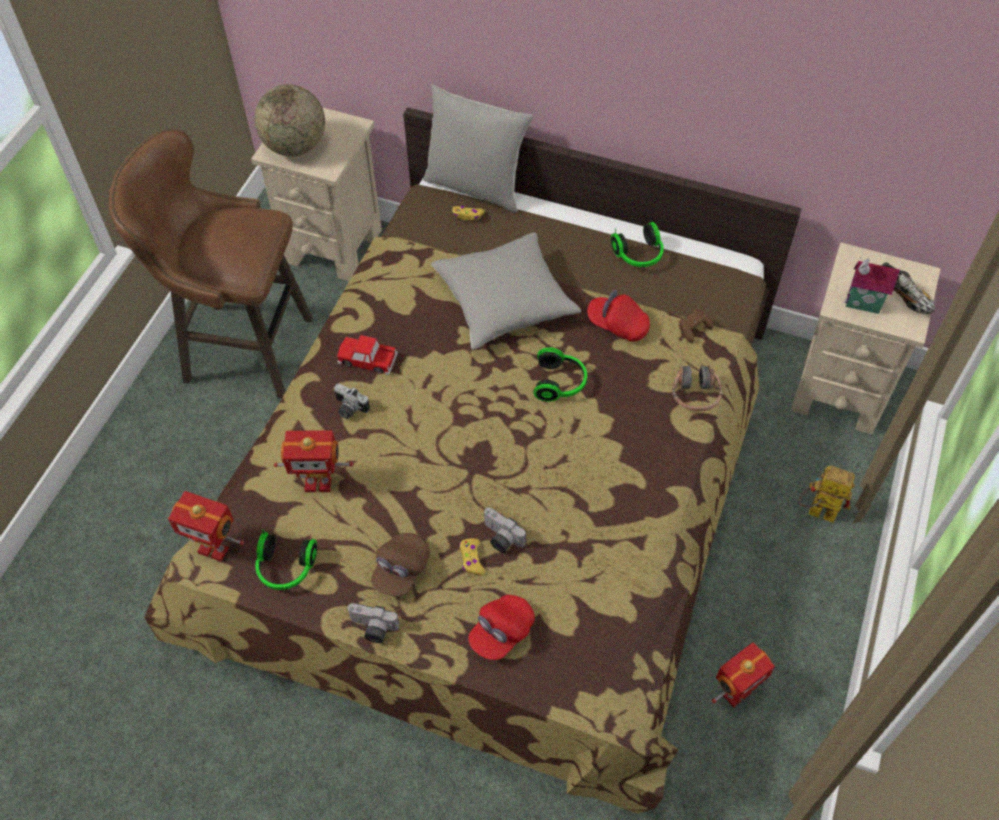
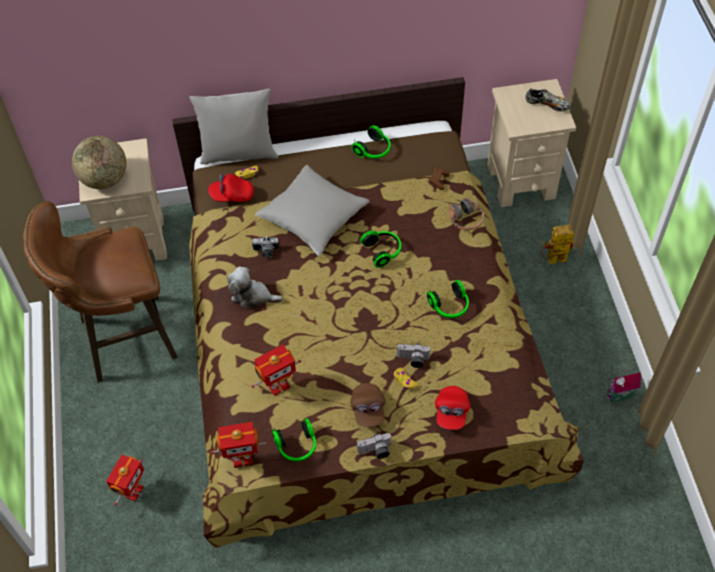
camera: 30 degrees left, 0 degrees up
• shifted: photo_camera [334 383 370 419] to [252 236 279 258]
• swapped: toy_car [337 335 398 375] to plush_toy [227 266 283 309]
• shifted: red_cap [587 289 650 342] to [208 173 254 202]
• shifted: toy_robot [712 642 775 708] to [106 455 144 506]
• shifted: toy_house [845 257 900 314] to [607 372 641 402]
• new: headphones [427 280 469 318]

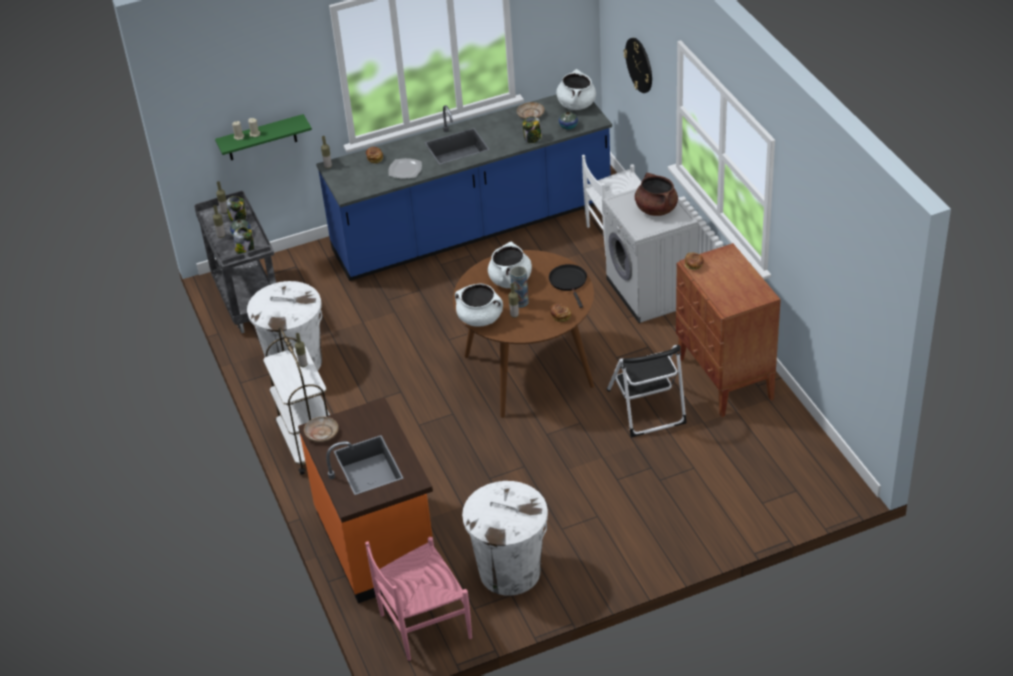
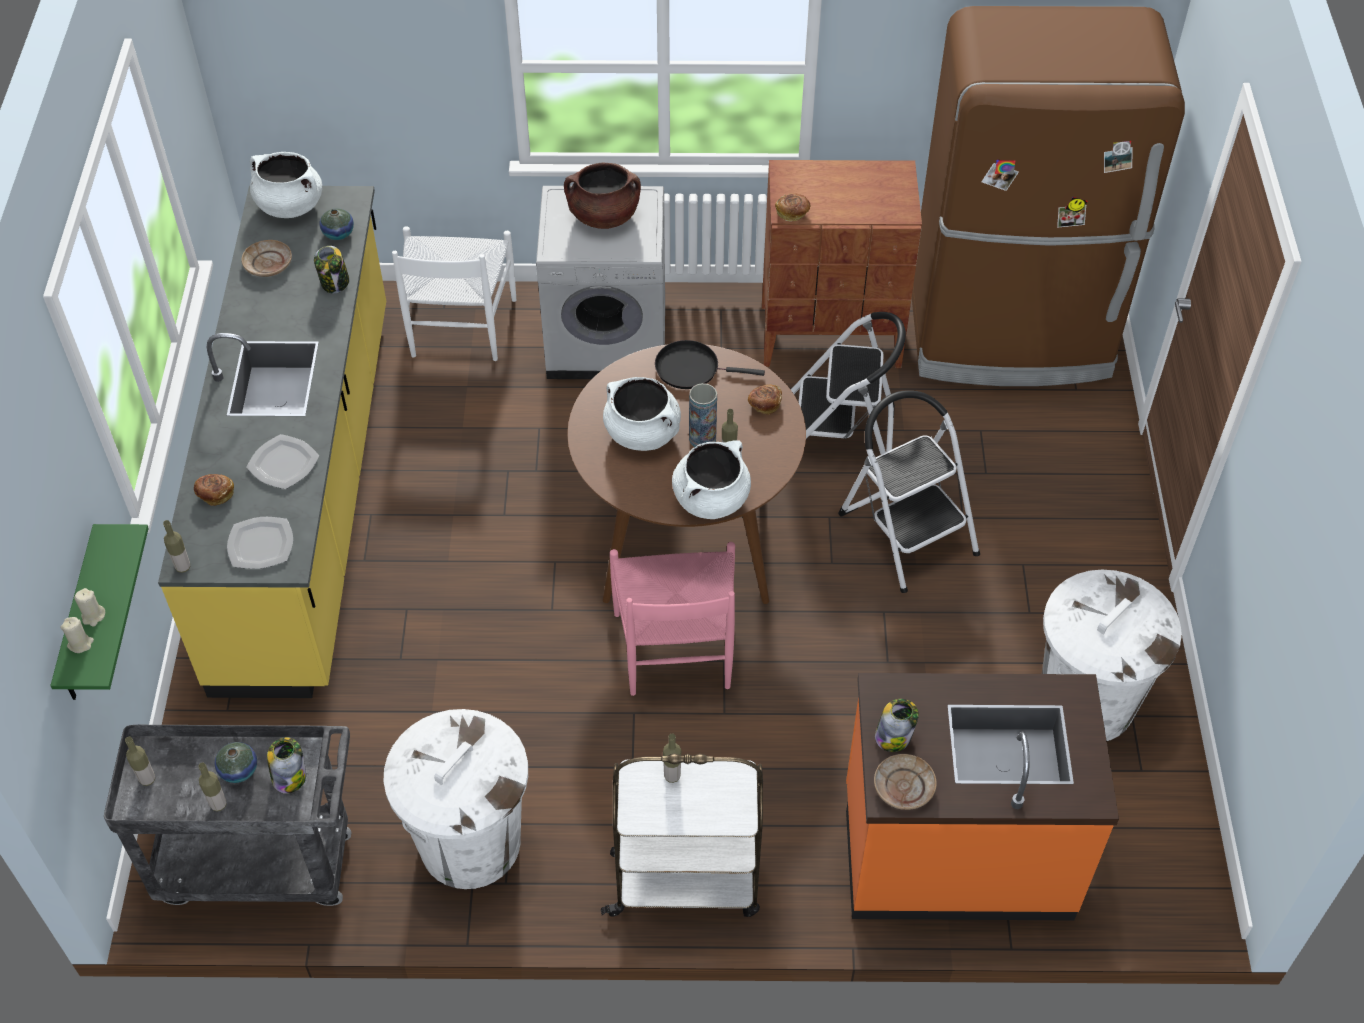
camera: 70 degrees left, 10 degrees up
• shifted: jar [226 196 247 222] to [875 699 919 752]
• repainted: blue_counter [316 94 612 281] to yellow_counter [158 185 386 698]
• shifted: pink_chair [365 537 472 661] to [610 542 735 696]
• gone: wall_clock [624 38 652 93]
• new: plate [227 517 293 569]
• new: step_ladder [838 390 980 593]
• new: brown_fridge [912 6 1185 386]

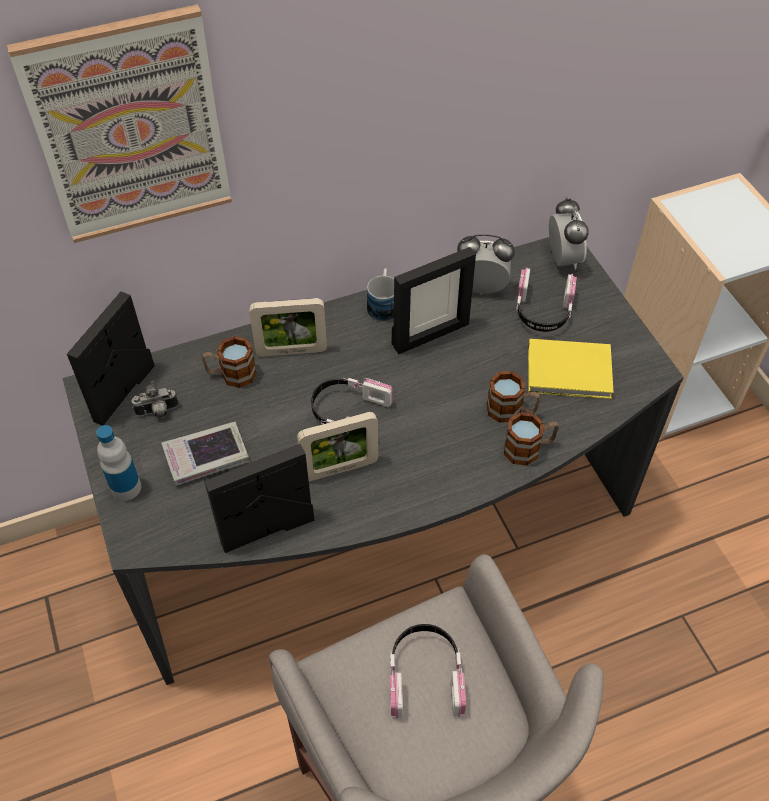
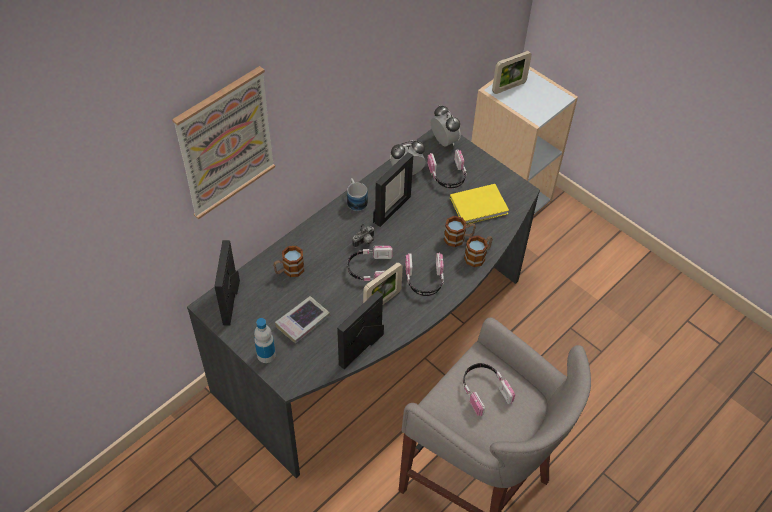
camera: 25 degrees left, 0 degrees up
• shifted: photo_camera [131 381 179 418] to [352 224 375 248]
• shifted: picture_frame [249 298 327 357] to [492 51 532 94]
• new: headphones [405 252 444 296]

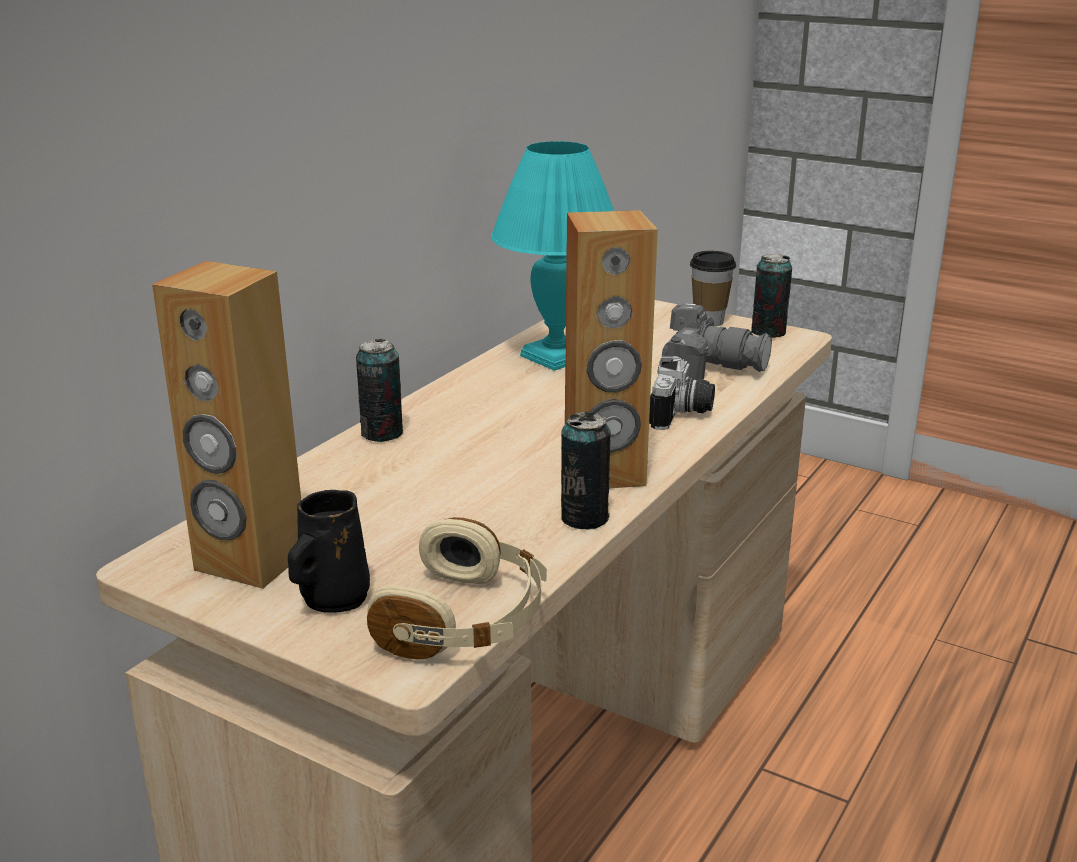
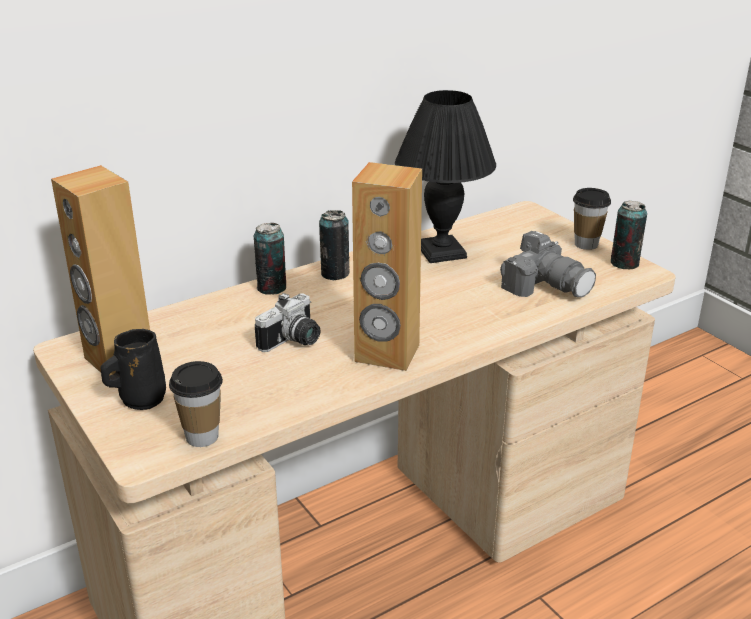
camera: 25 degrees right, 5 degrees up
• swapped: beige_headphones [367 517 547 660] to cup [169 361 223 447]
• repainted: turquoise_table_lamp [491 141 614 371] to black_table_lamp [395 90 496 263]
• shifted: can [561 412 611 530] to [319 210 350 281]
• shifted: photo_camera [649 356 715 430] to [255 293 320 352]

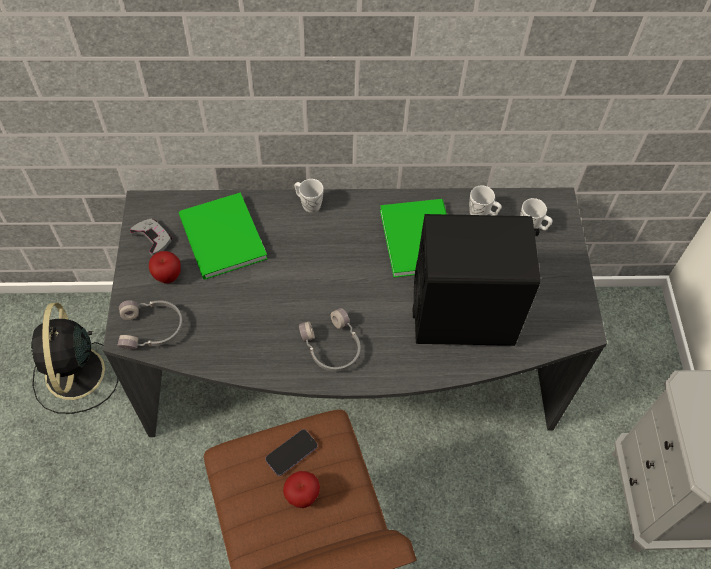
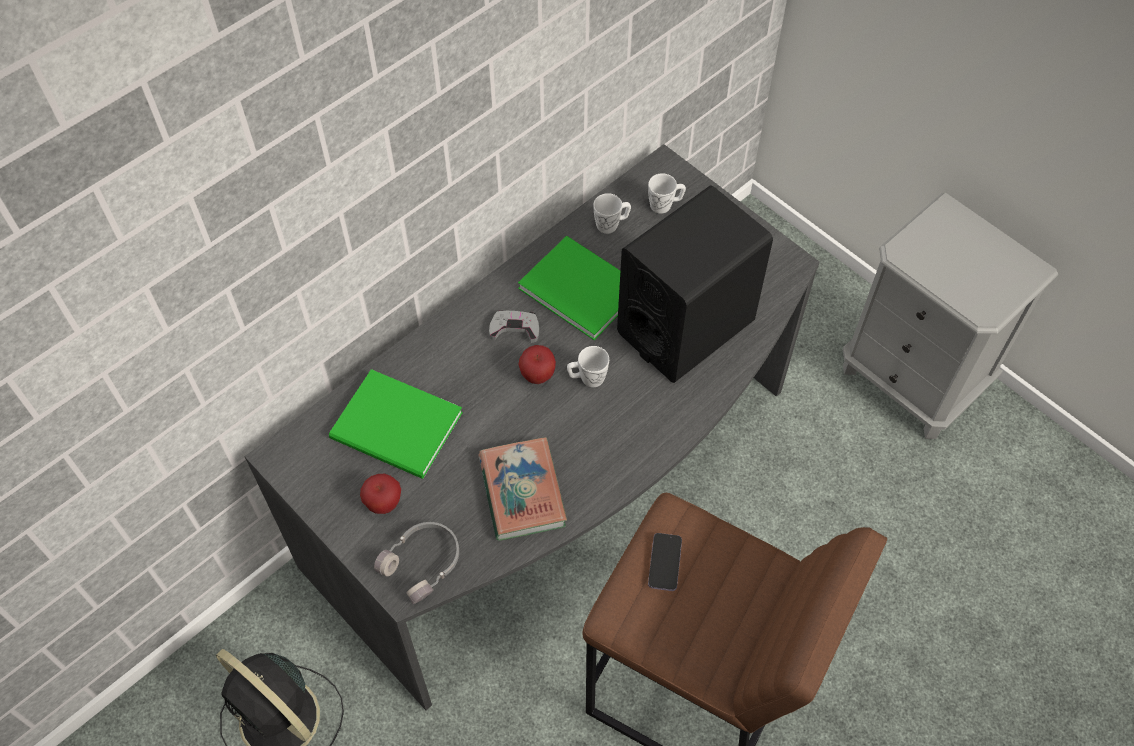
camera: 40 degrees left, 0 degrees up
• shifted: grey_game_controller [130 219 172 256] to [489 310 539 343]
• shifted: apple [283 471 320 508] to [518 345 556 384]
• shifted: white_mug [294 179 324 213] to [567 346 609 387]
• gone: grey_headphones [299 308 360 372]
• new: book [479 437 567 541]

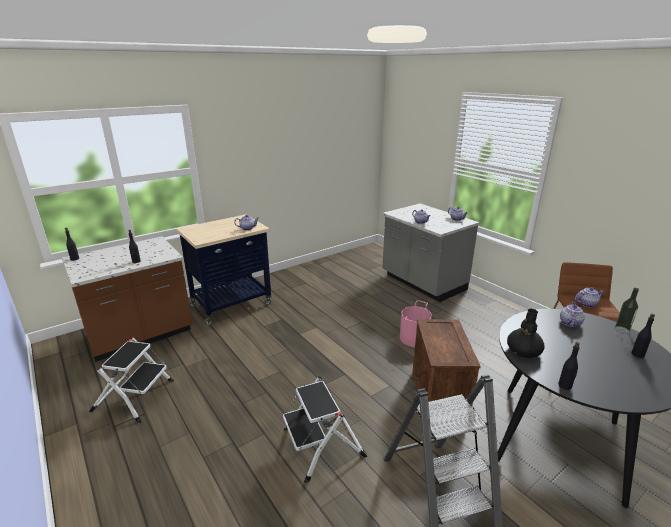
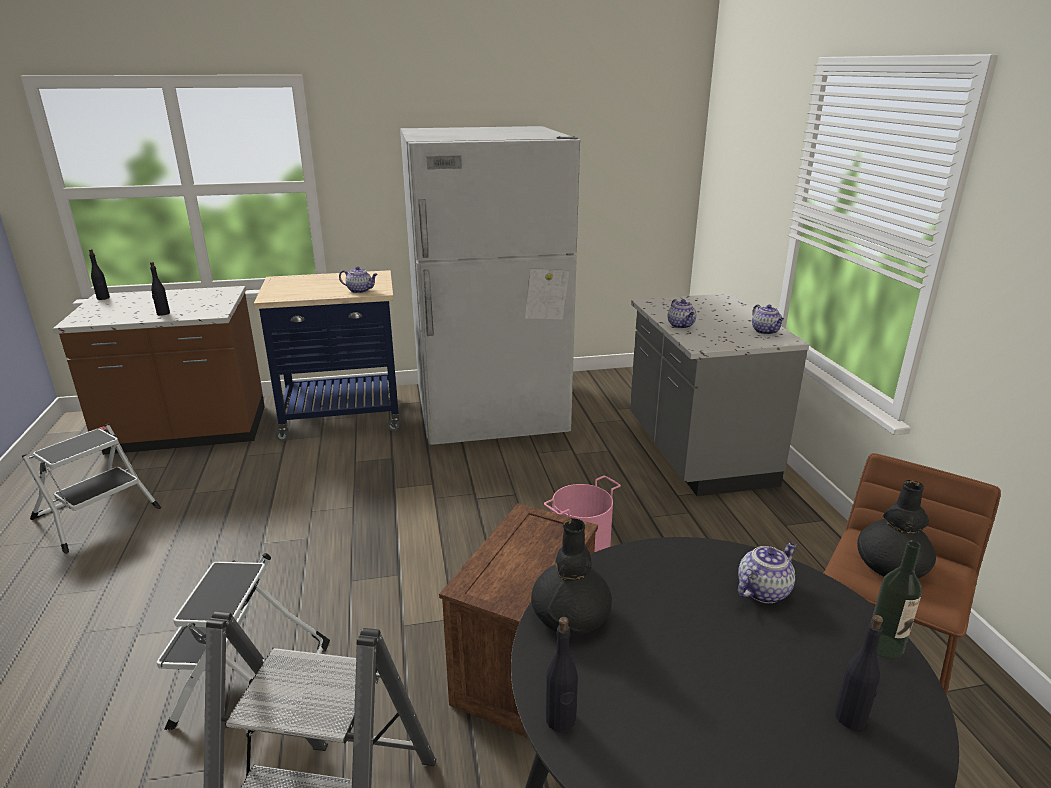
camera: 25 degrees right, 0 degrees up
• swapped: teapot [575 287 604 307] to black_vase [857 480 936 578]
• new: white_fridge [400 126 580 445]

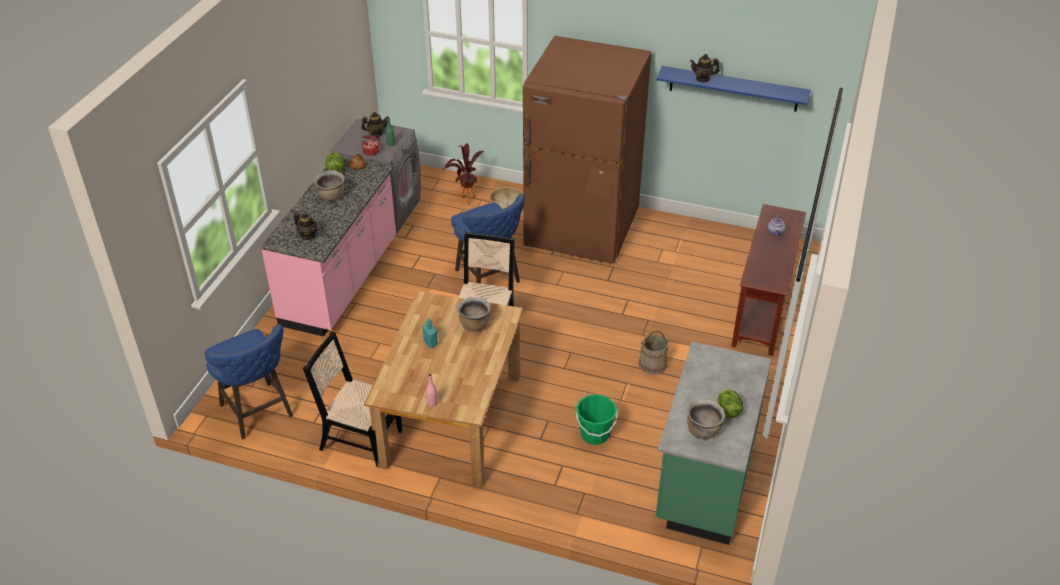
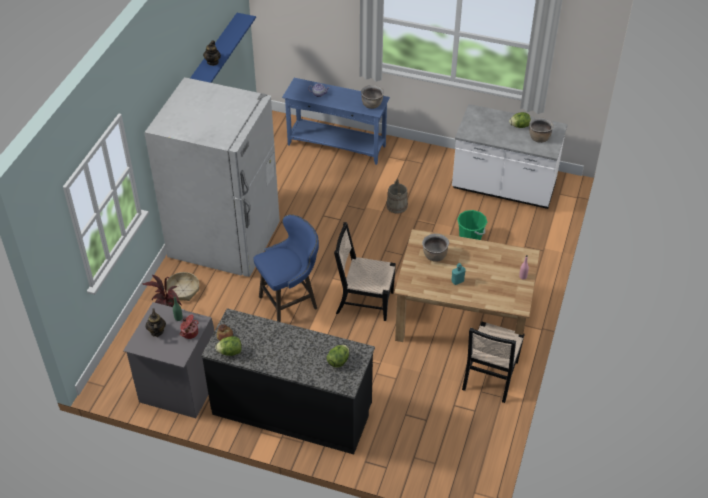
camera: 90 degrees left, 5 degrees up
• gone: blue_stool [204 324 293 440]
• repainted: pink_counter [261 156 396 337] to black_counter [201 308 375 454]
• swapped: teapot [294 212 318 240] to lettuce [326 345 349 368]
• shifted: brown_cooking_pot [314 170 345 201] to [361 85 384 109]
• repainted: brown_fridge [523 36 651 264] to white_fridge [144 77 280 277]
• repainted: green_counter [656 341 772 545] to white_counter [452 104 568 209]
• repainted: brown_console_table [731 204 806 356] to blue_console_table [282 78 390 165]

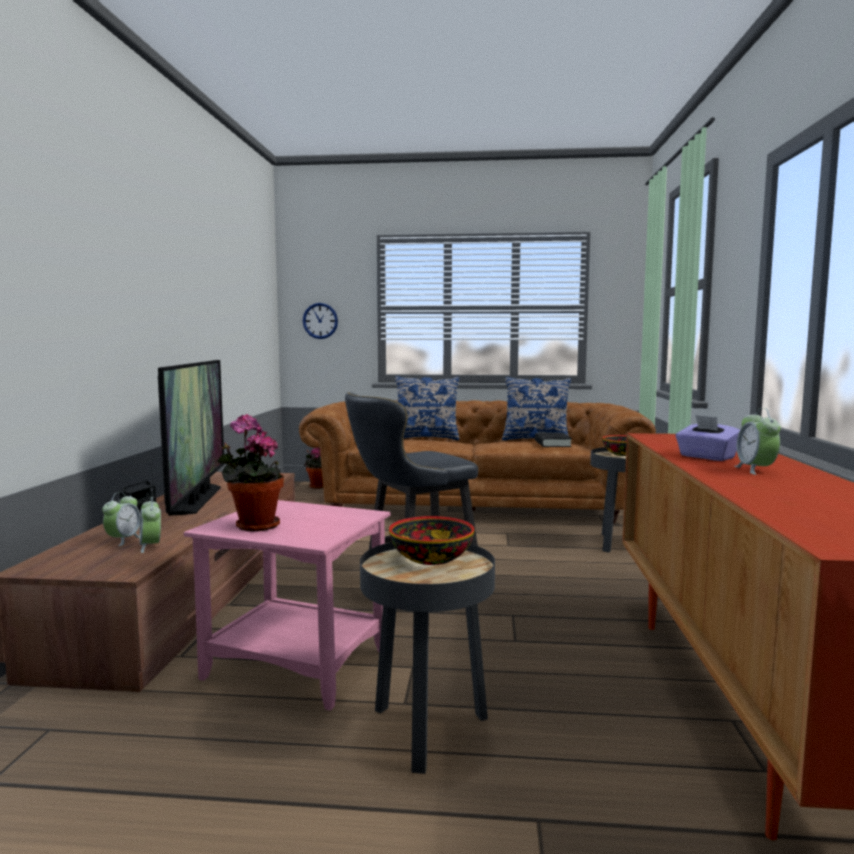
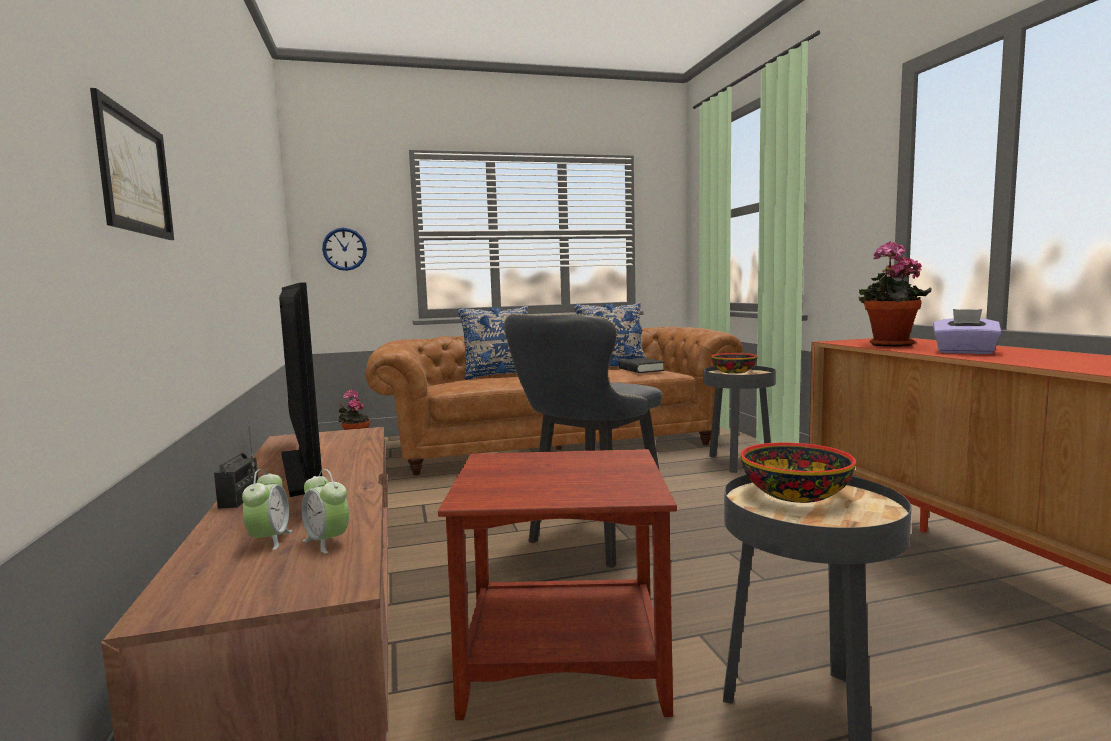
camera: 20 degrees left, 0 degrees up
• repainted: pink_side_table [184 500 390 711] to brown_side_table [438 449 677 720]
• shifted: potted_plant [217 414 284 532] to [858 241 932 347]
• gone: alarm_clock [734 408 781 475]
• new: picture [90 88 174 240]

